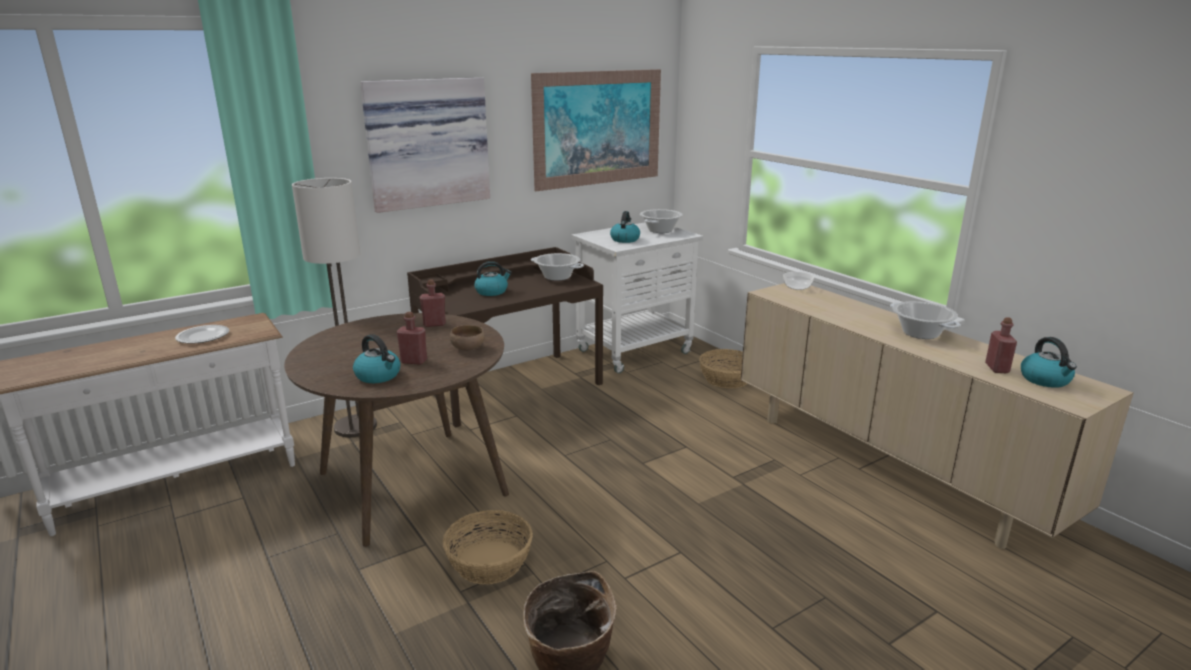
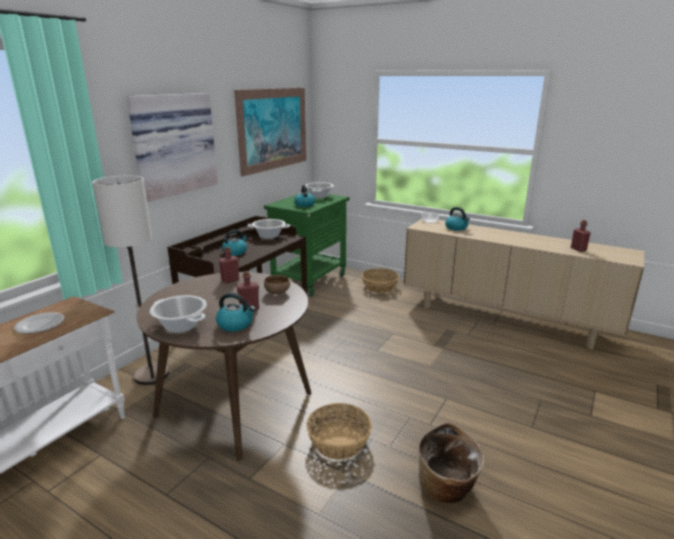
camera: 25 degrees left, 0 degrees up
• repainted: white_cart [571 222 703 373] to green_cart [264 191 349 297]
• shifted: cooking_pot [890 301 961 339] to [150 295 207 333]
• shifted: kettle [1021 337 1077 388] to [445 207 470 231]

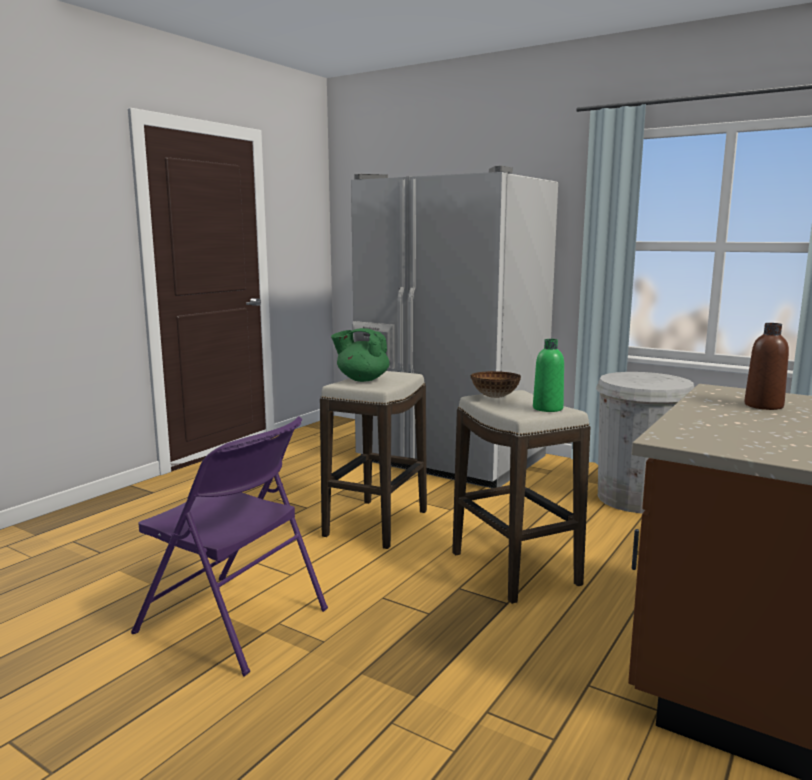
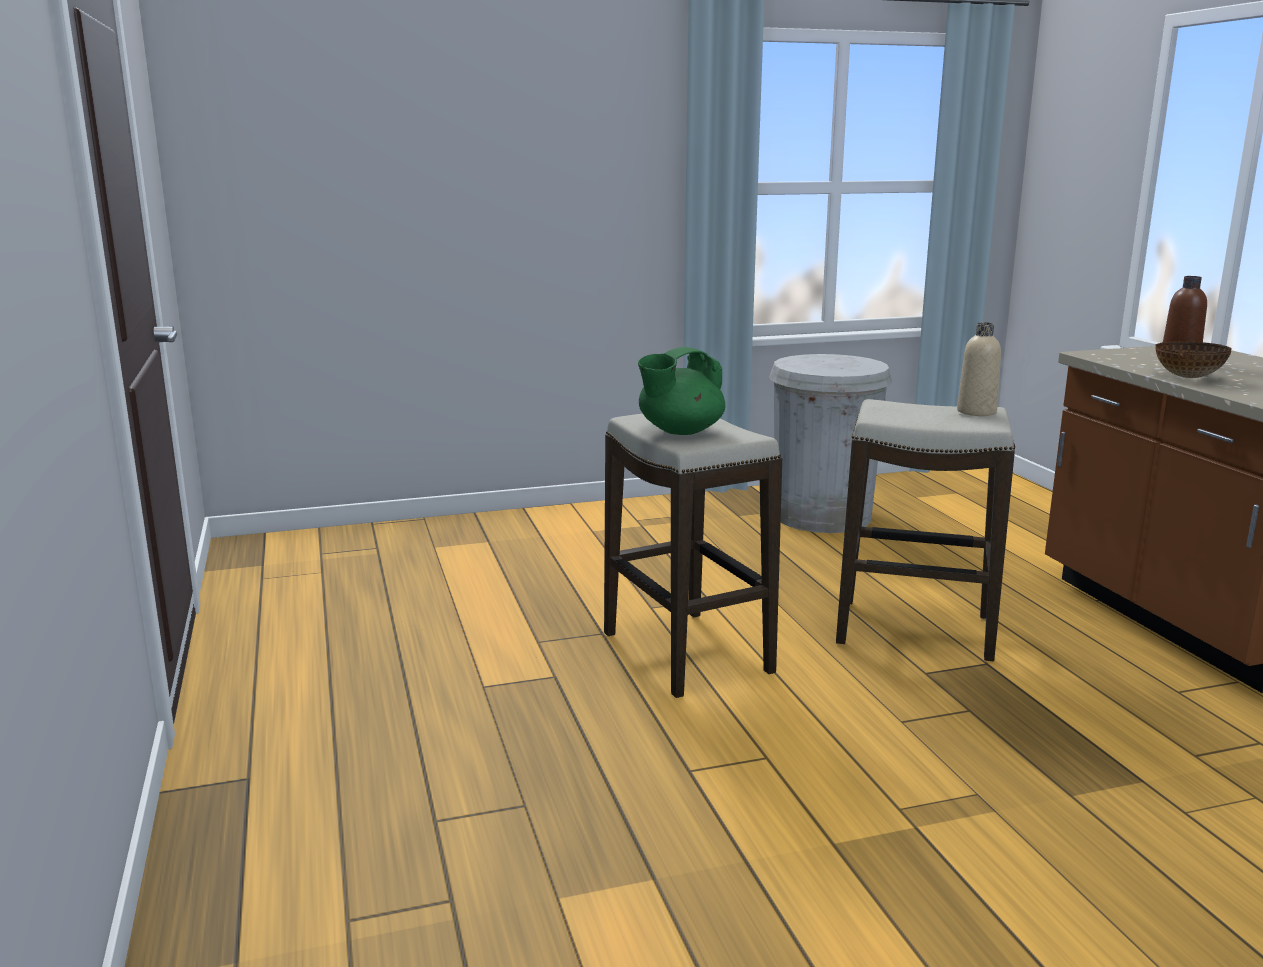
camera: 50 degrees left, 5 degrees up
• gone: purple_chair [131 416 328 677]
• gone: white_fridge [351 165 558 488]
• shifted: bowl [470 371 521 398] to [1155 341 1232 378]
• repainted: green_bottle [533 339 564 412] to beige_bottle [957 322 1001 416]

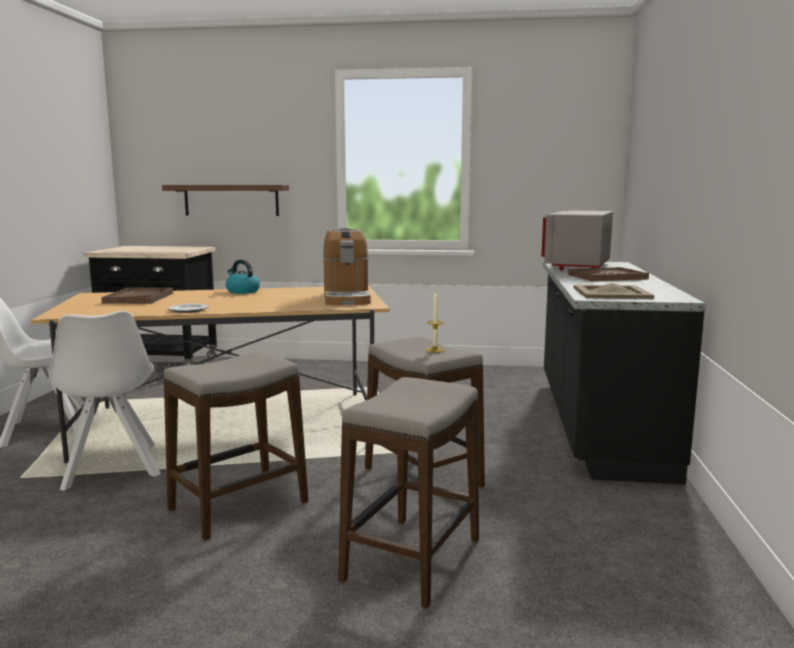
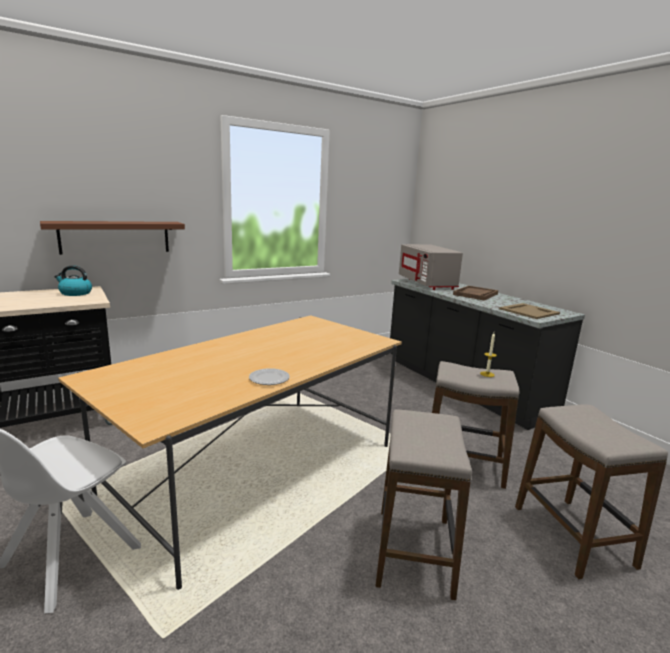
camera: 40 degrees left, 5 degrees up
• gone: white_chair [48 311 161 491]
• gone: brown_tray [101 288 173 304]
• shifted: kettle [226 260 260 294] to [54 265 92 296]
• gone: coffee_machine [323 228 371 306]

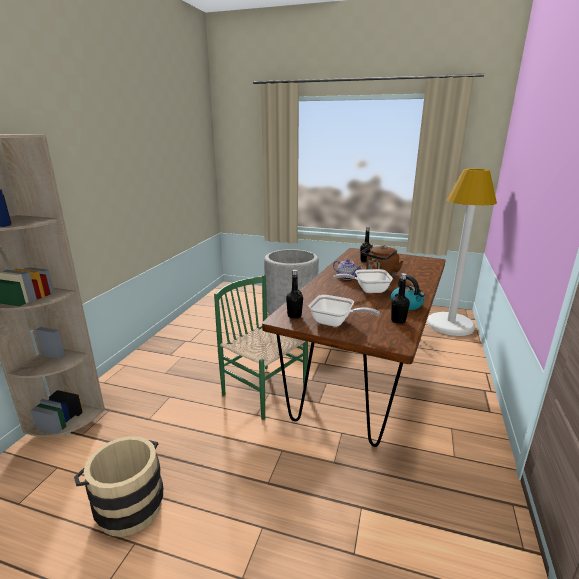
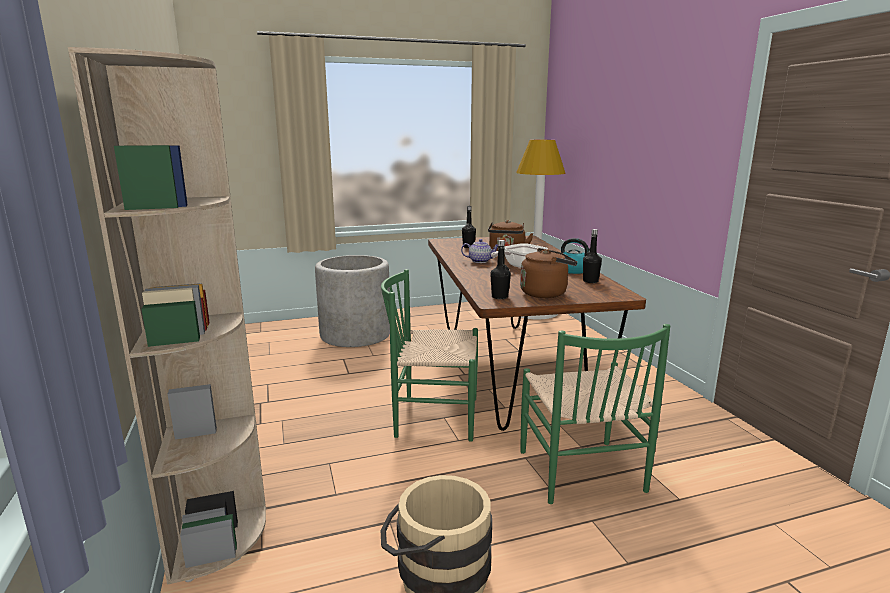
camera: 35 degrees left, 5 degrees down
• swapped: frying_pan [309 295 380 327] to brown_kettle [520 248 577 298]
• new: green_chair [520 324 670 504]

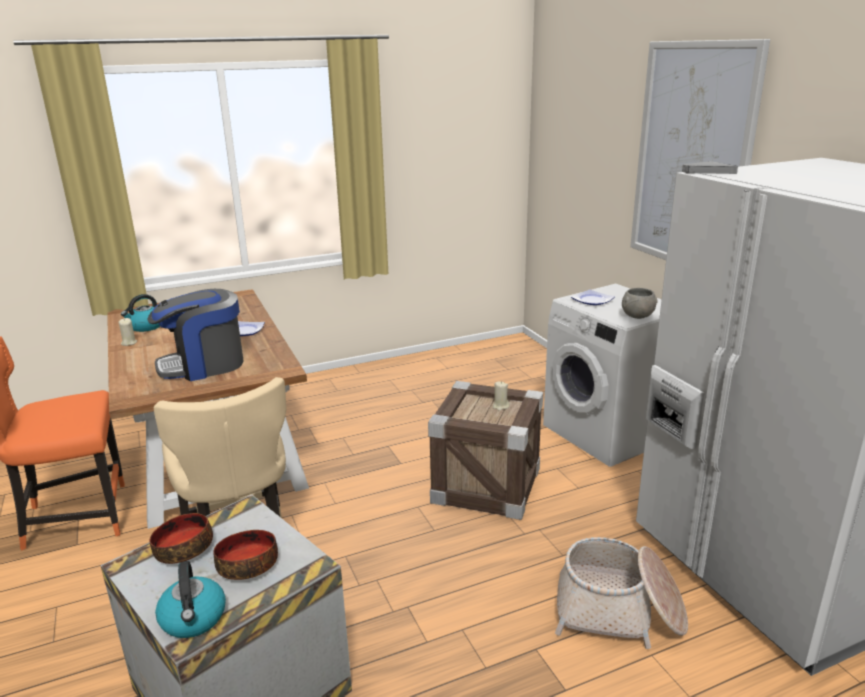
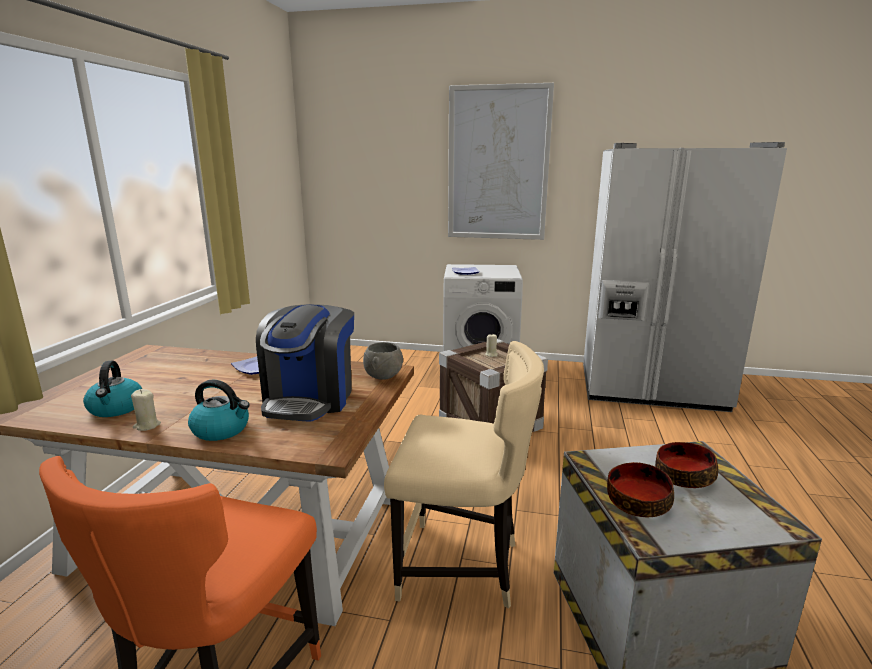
camera: 55 degrees left, 5 degrees down
• shifted: kettle [155 561 226 638] to [188 380 250 441]
• gone: basket [555 537 688 649]
• shifted: grey_bowl [622 288 658 319] to [363 342 403 380]

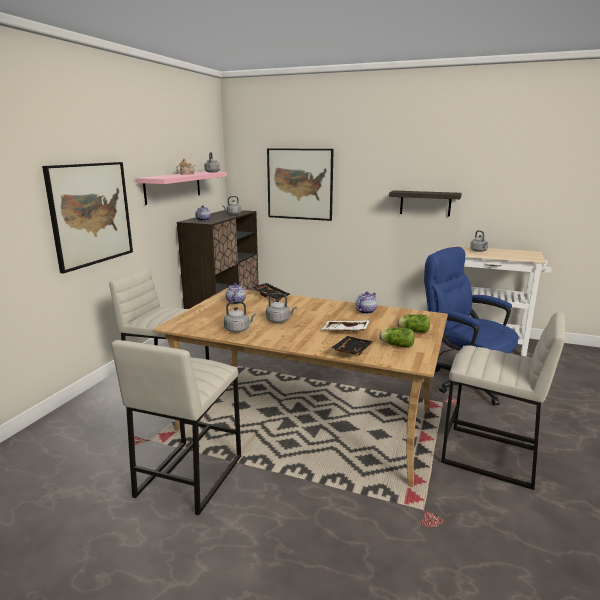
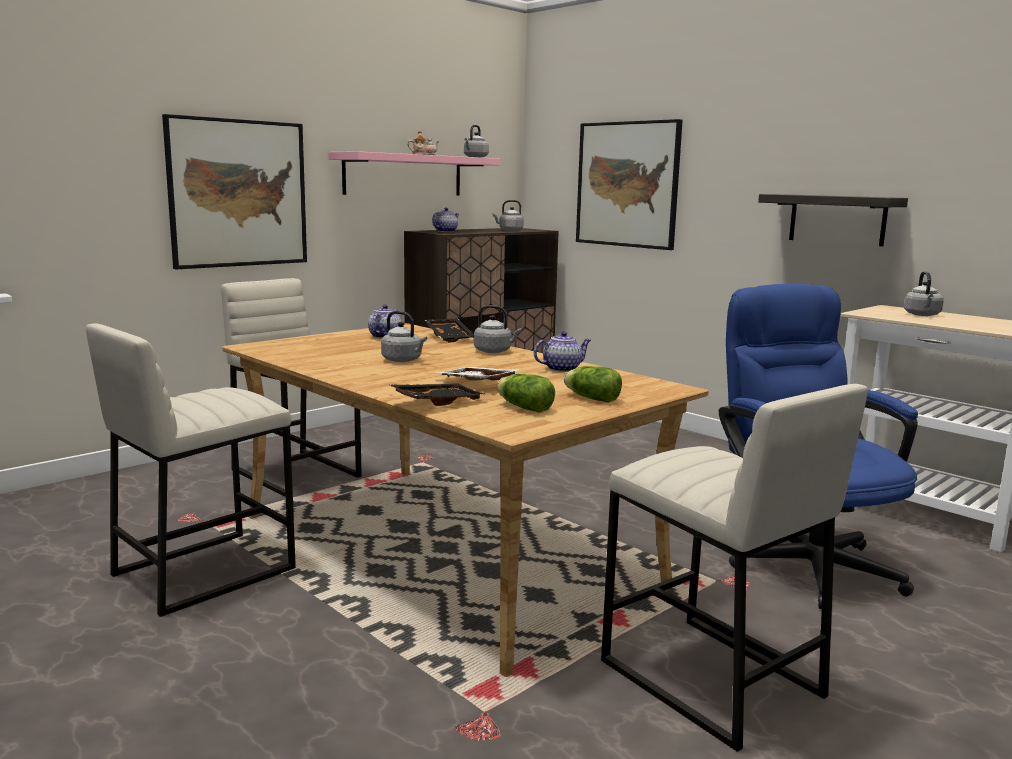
camera: 25 degrees right, 5 degrees down
• shifted: grey_kettle [224 301 256 332] to [474 305 521 353]

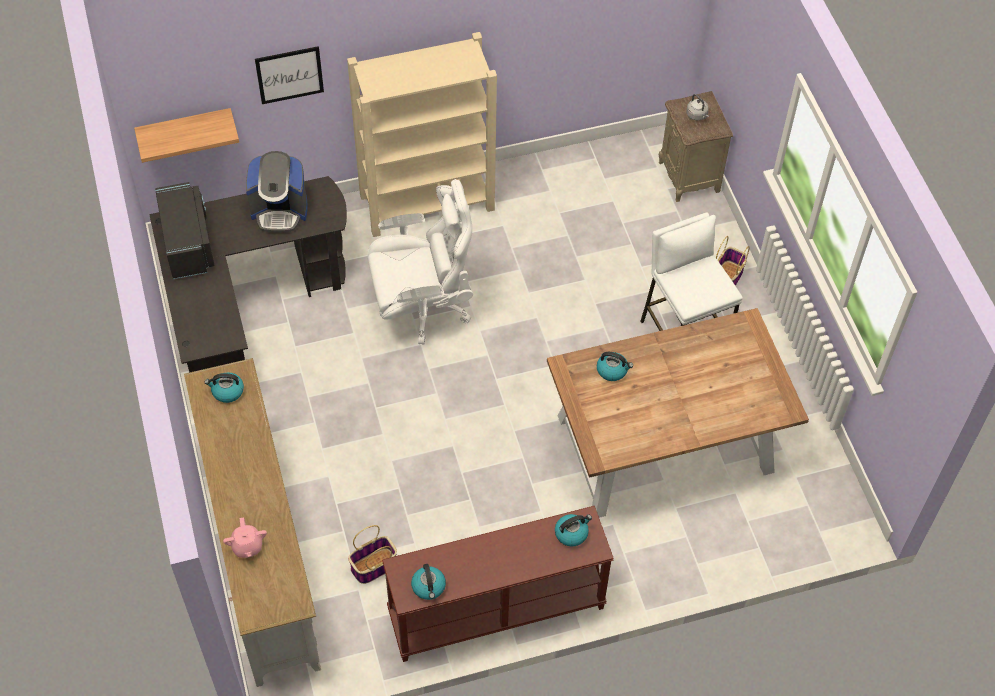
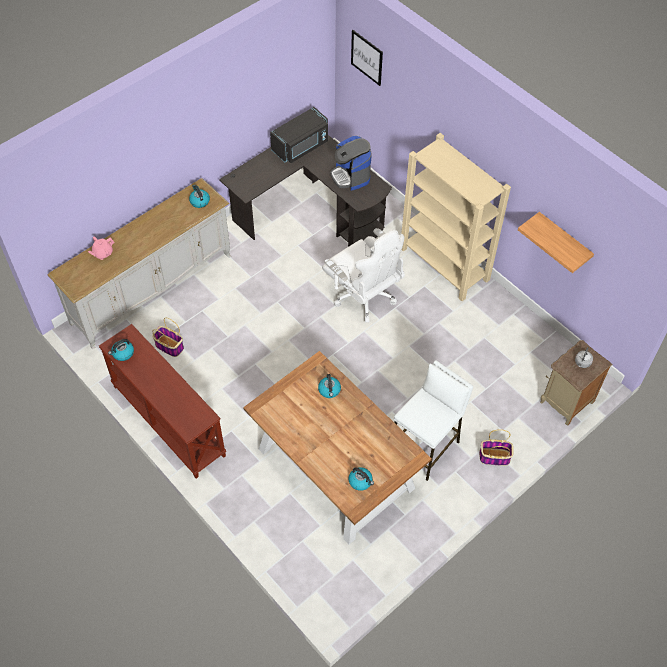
camera: 65 degrees right, 0 degrees up
• shifted: shelf [134 108 239 163] to [518 212 594 273]
• shifted: picture [255 46 324 104] to [351 30 383 86]
• shifted: kettle [555 514 592 547] to [349 467 374 491]

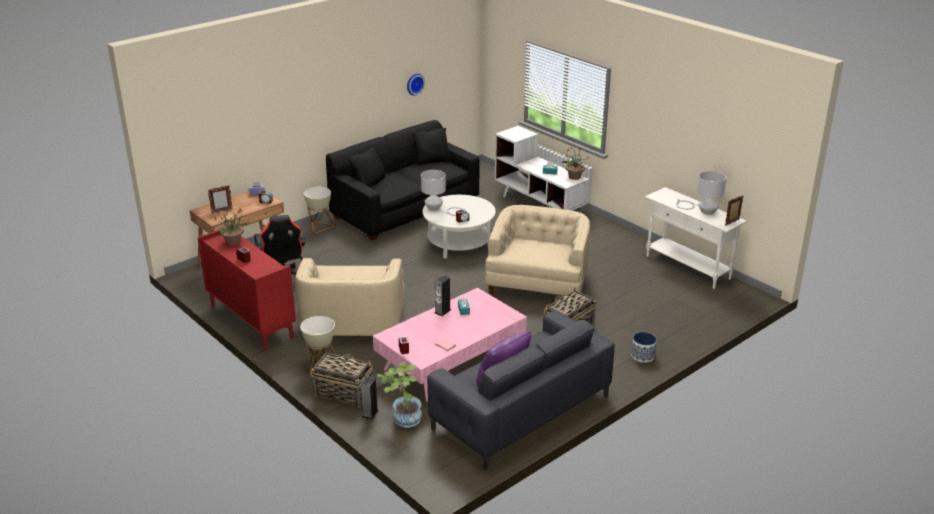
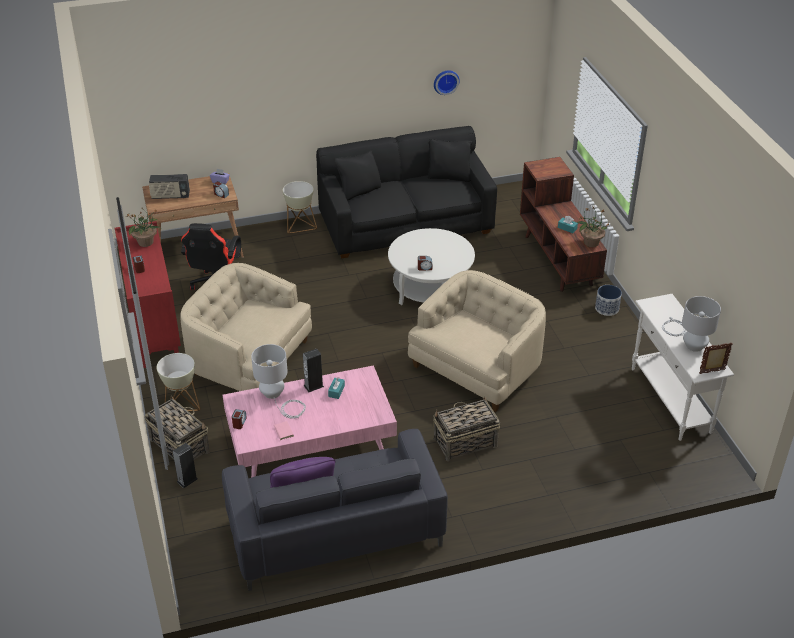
camera: 25 degrees right, 10 degrees up
• swapped: picture_frame [208 185 232 214] to radio [149 174 190 199]
• rotated: beige_armchair [295 258 405 336] = [180 263 312 391] 90 degrees clockwise
• gone: potted_plant [377 362 422 427]
• shifted: white_table_lamp [421 170 462 216] to [251 344 306 419]
• repainted: white_tv_stand [495 126 589 211] to brown_tv_stand [520 157 607 292]
• shifted: planter [631 332 657 363] to [595 285 622 316]

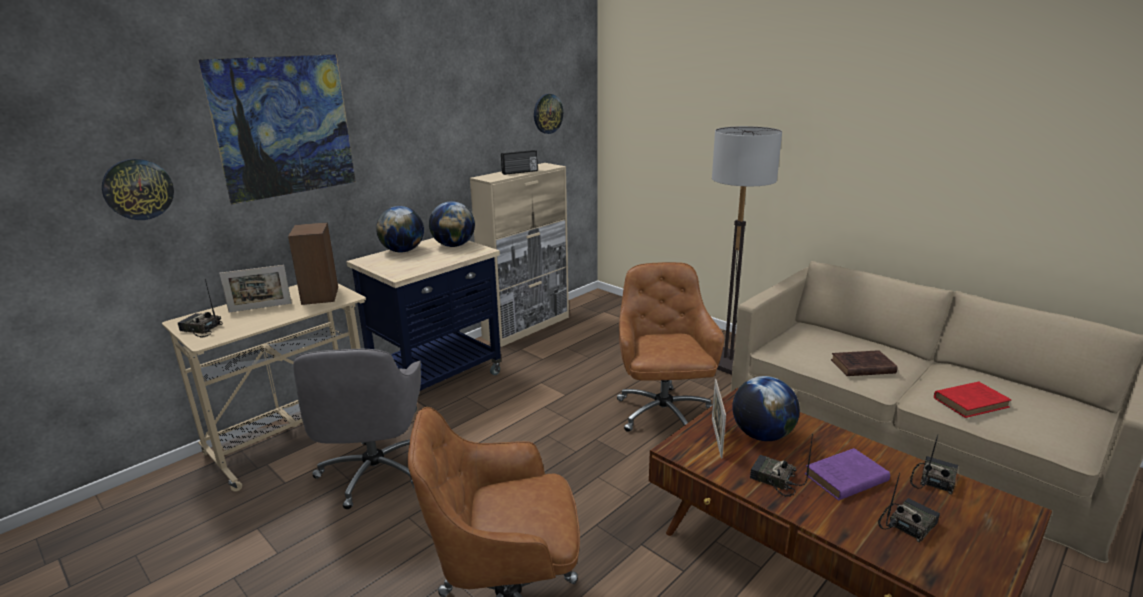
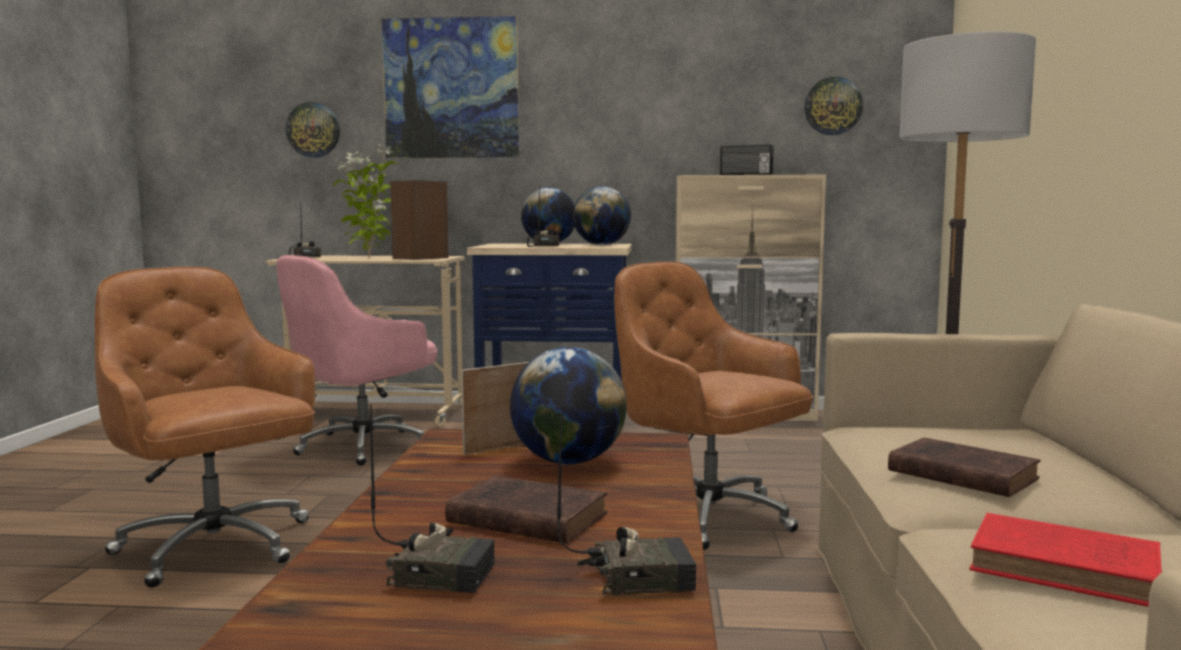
camera: 50 degrees right, 15 degrees down
• swapped: picture_frame [219 265 292 312] to potted_plant [333 144 398 257]
• repainted: grey_office_chair [293 349 421 509] to pink_office_chair [276 255 437 466]
• rotated: brown_office_chair [617 262 724 432] = [614 261 814 550] 90 degrees counterclockwise
• shifted: radio [750 433 813 497] to [527 185 559 247]
• repainted: purple_book [805 448 890 500] to brown_book [445 475 608 544]

